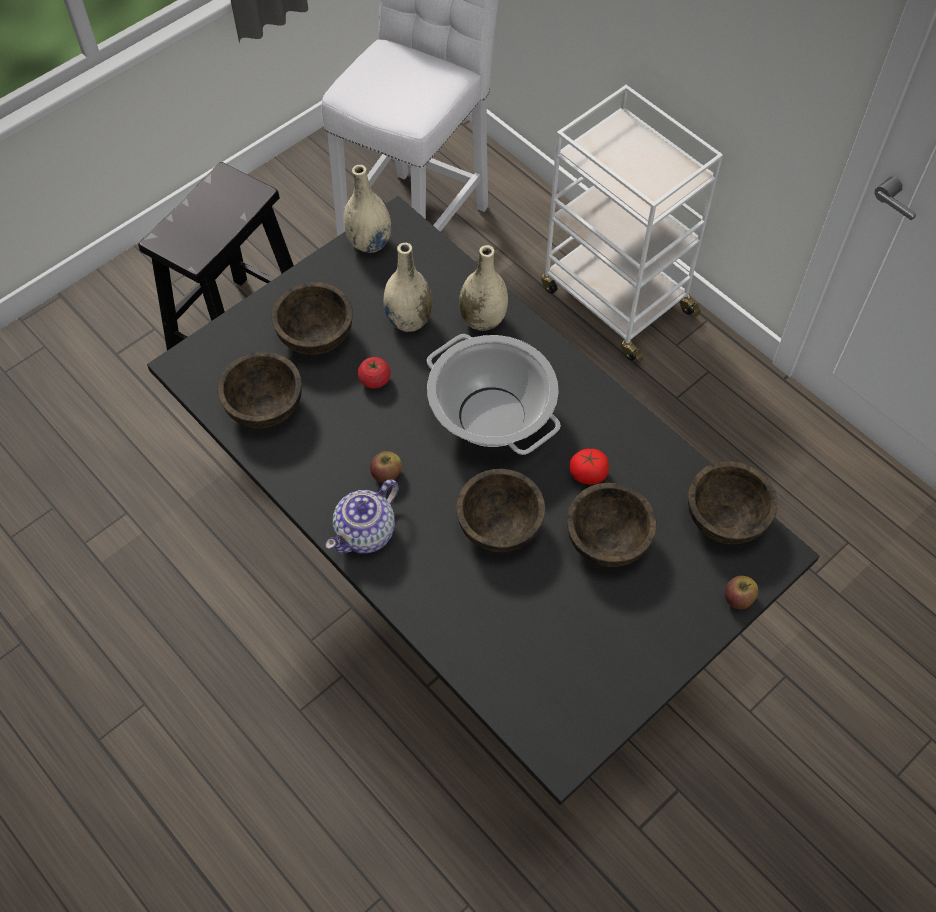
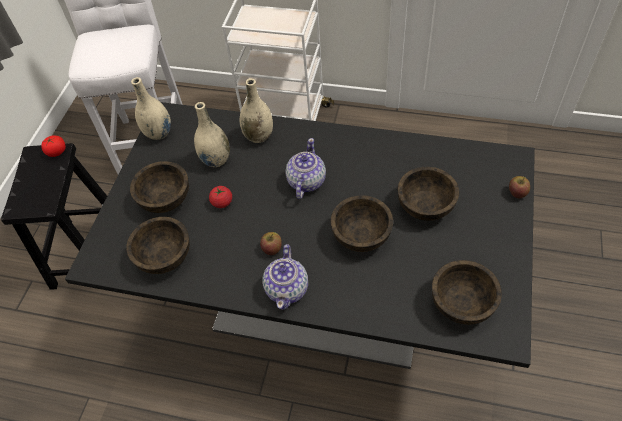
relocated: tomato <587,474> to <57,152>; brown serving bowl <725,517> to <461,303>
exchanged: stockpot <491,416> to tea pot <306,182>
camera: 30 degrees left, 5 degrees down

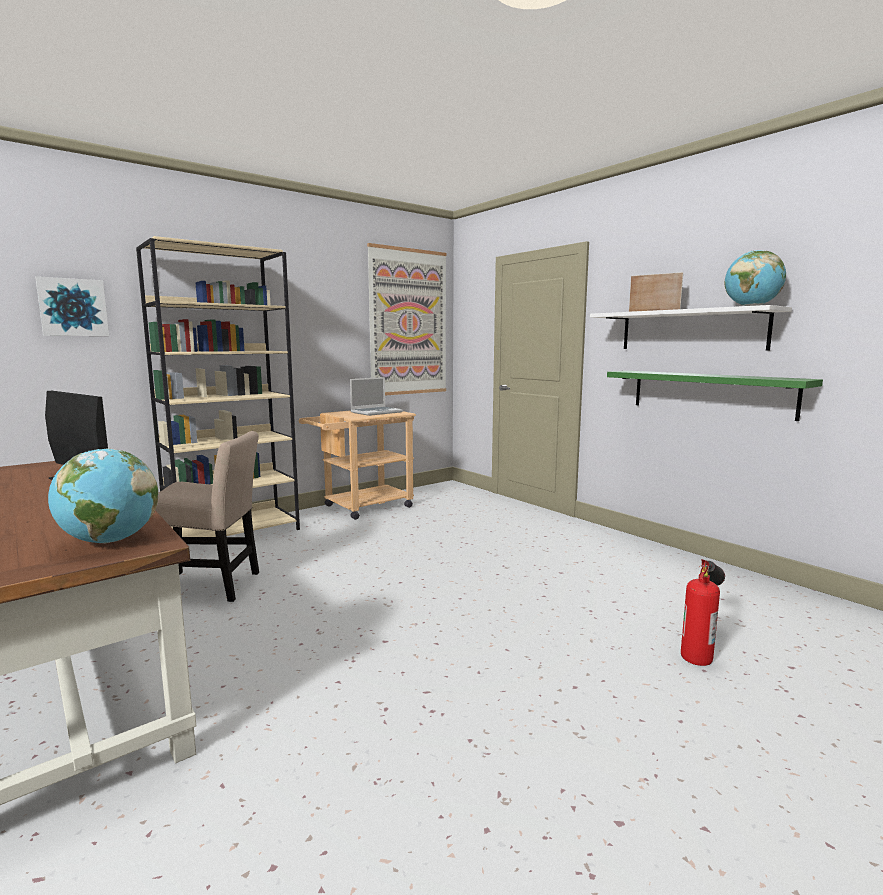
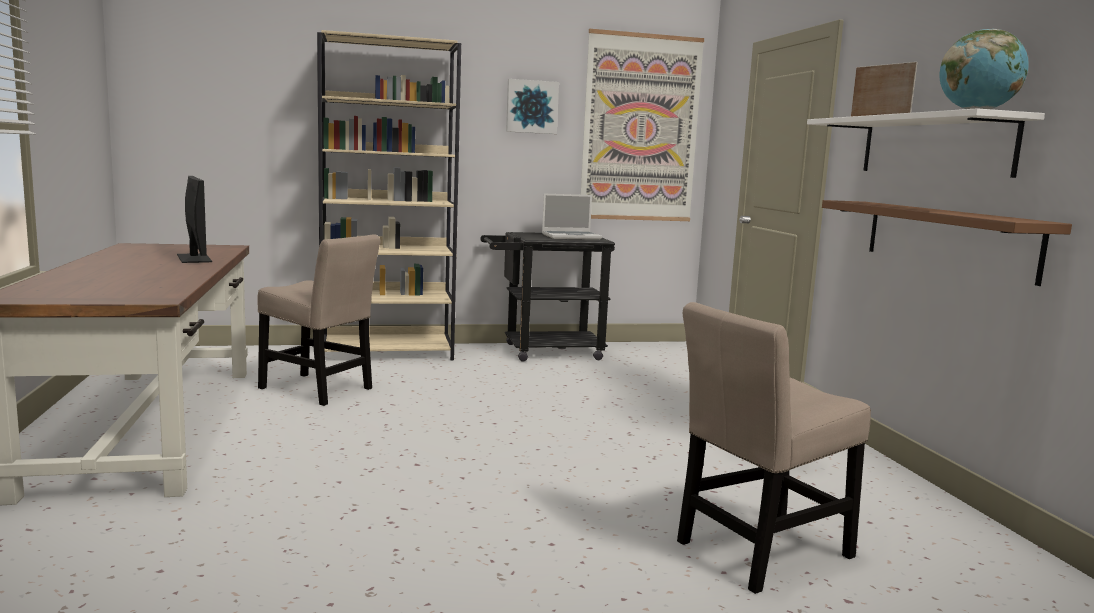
missing: world globe <110,541>
relocated: picture <73,307> to <531,107>
exchanged: fire-fighting cylinder <701,645> to beige chair <759,552>
colour: beige wheeled cart <361,508> to black-coloured wheeled cart <543,352>; greenish bracket shelf <710,393> to brown bracket shelf <947,238>
camera: 25 degrees right, 0 degrees up

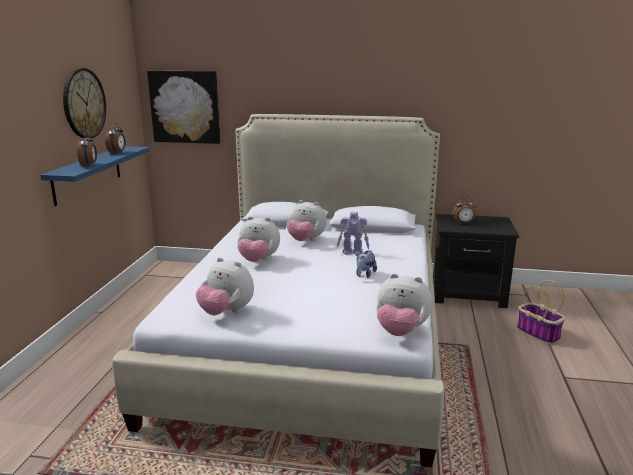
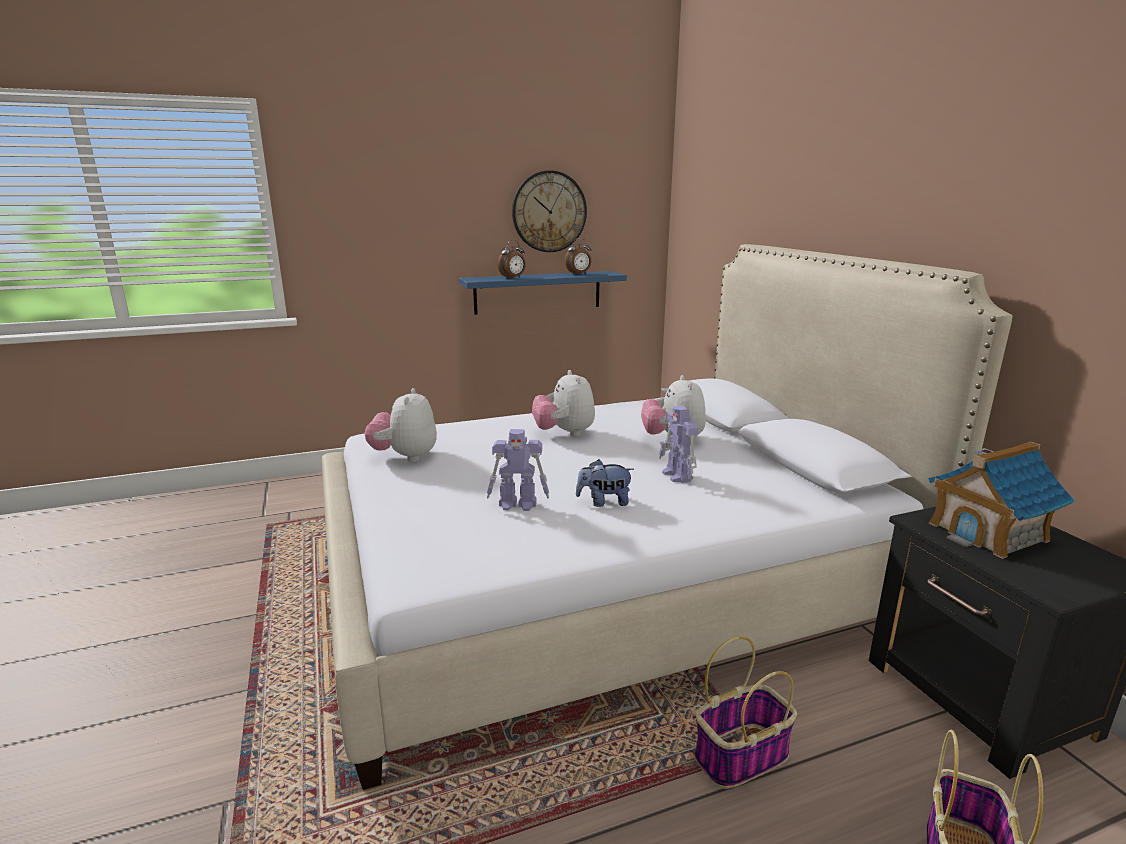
missing: picture <185,107>; cuddly toy <401,331>
appeared: robot figure <518,504>; household basket <741,755>
exchanged: bedside clock <464,223> to toy house <988,532>
camera: 60 degrees right, 0 degrees up

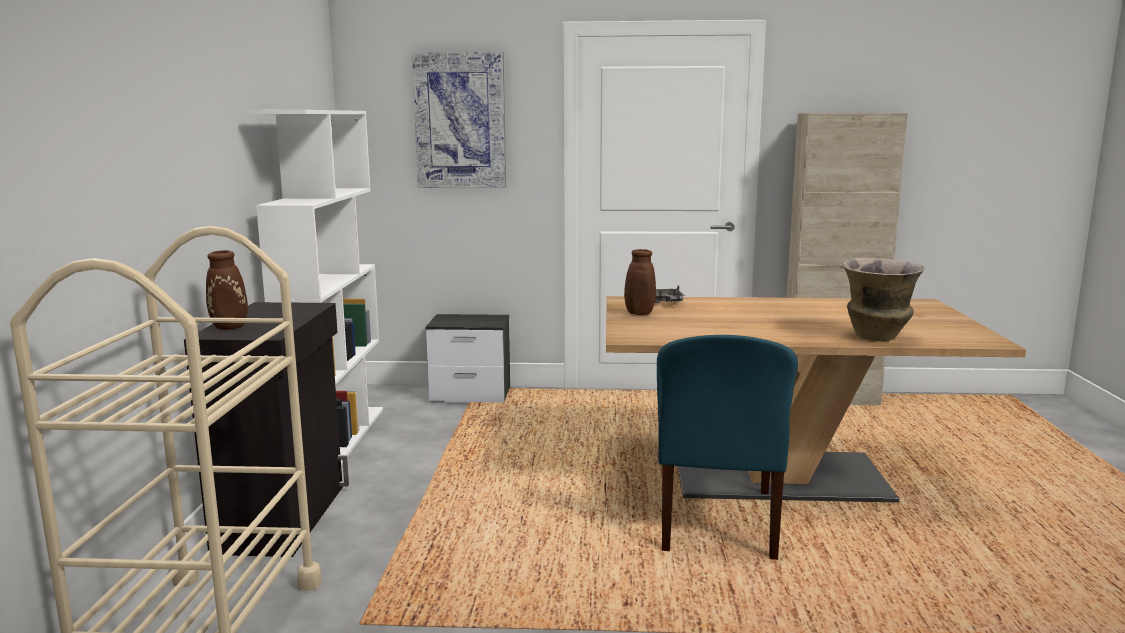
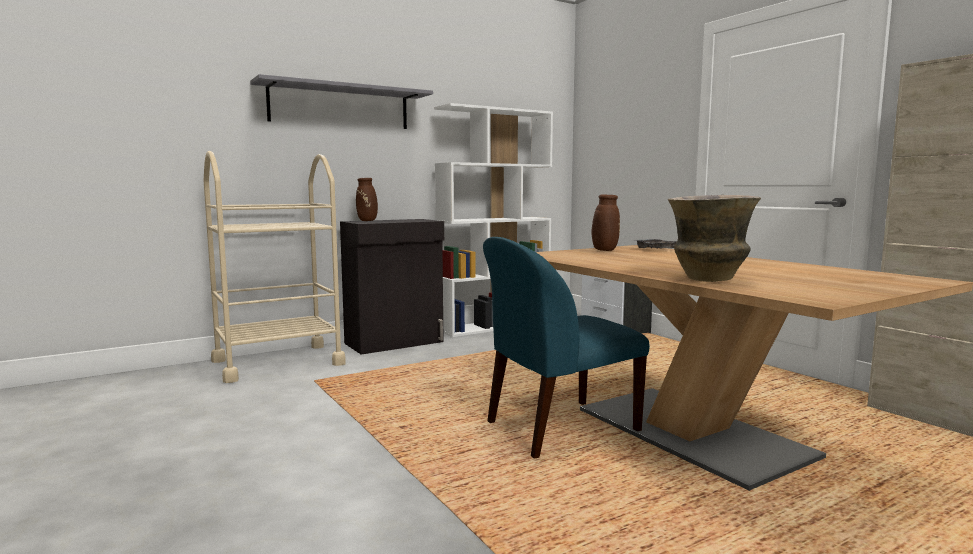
missing: picture <460,121>
appeared: gray bracket shelf <340,107>
camera: 55 degrees right, 5 degrees down

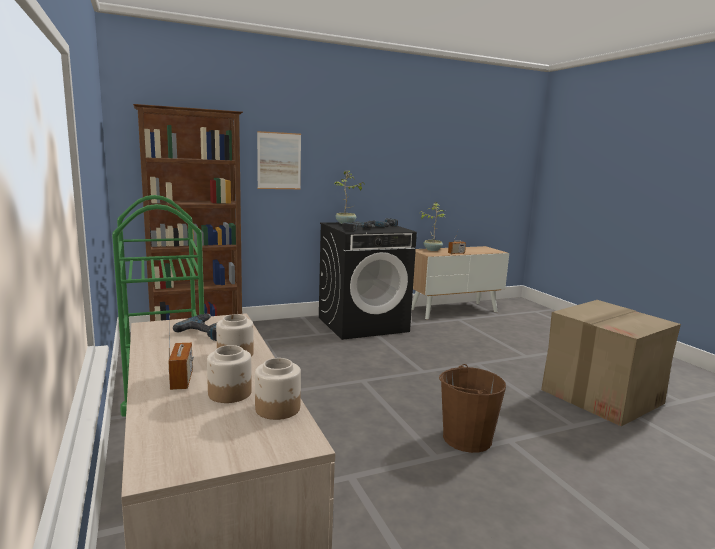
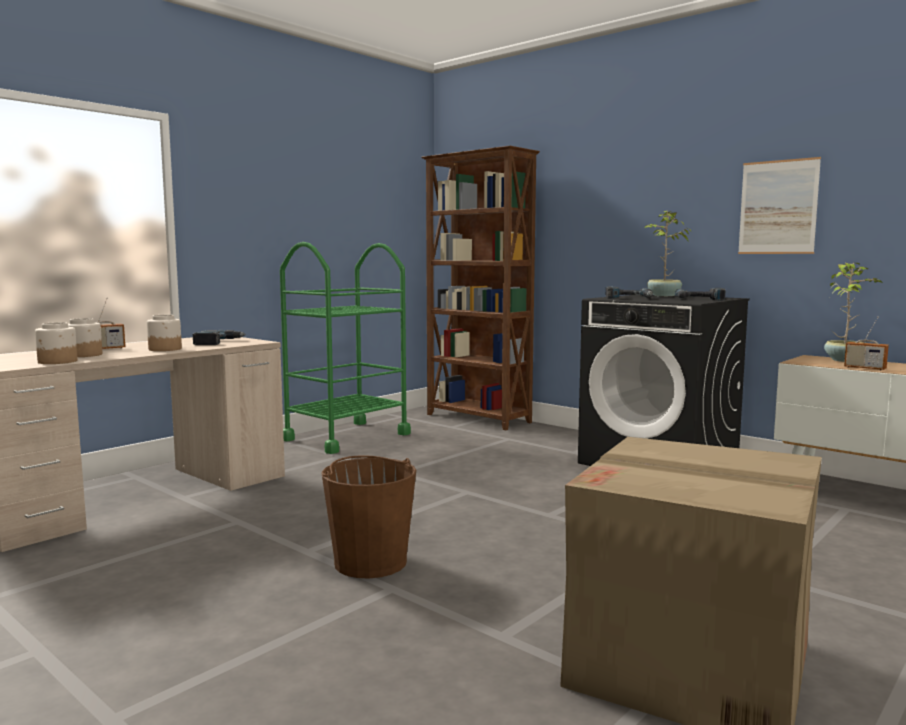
relocated: picture <279,161> to <778,207>
camera: 65 degrees right, 5 degrees down

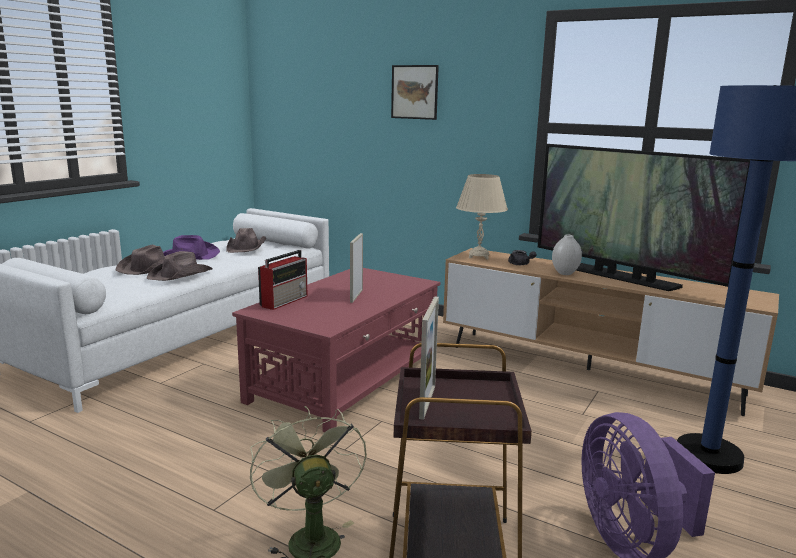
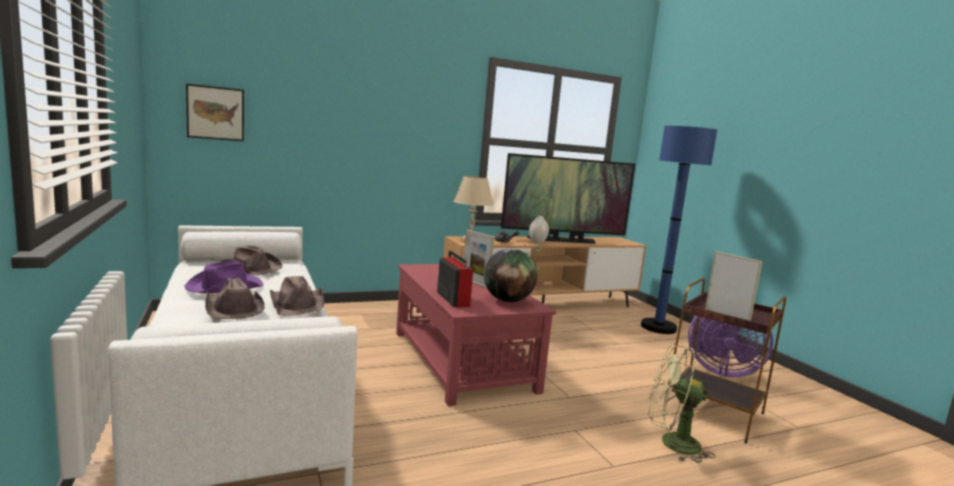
appeared: world globe <508,300>
relocated: picture <414,92> to <215,113>
camera: 55 degrees left, 5 degrees down

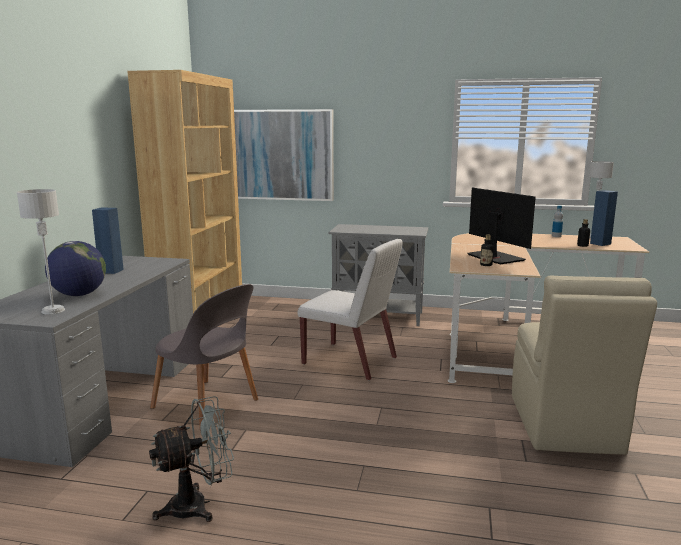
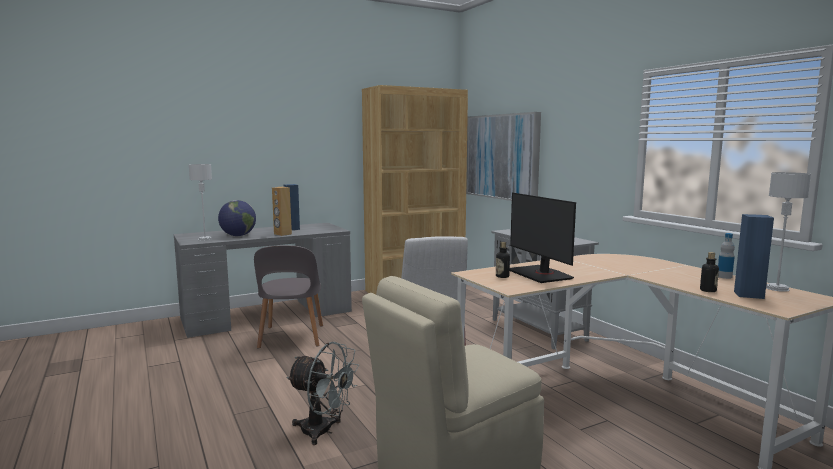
appeared: brown loudspeaker <282,234>
relocated: gray cooling fan <198,505> to <323,431>
spun: computer screen <494,257> = <540,274> 135 degrees clockwise
camera: 50 degrees right, 5 degrees down

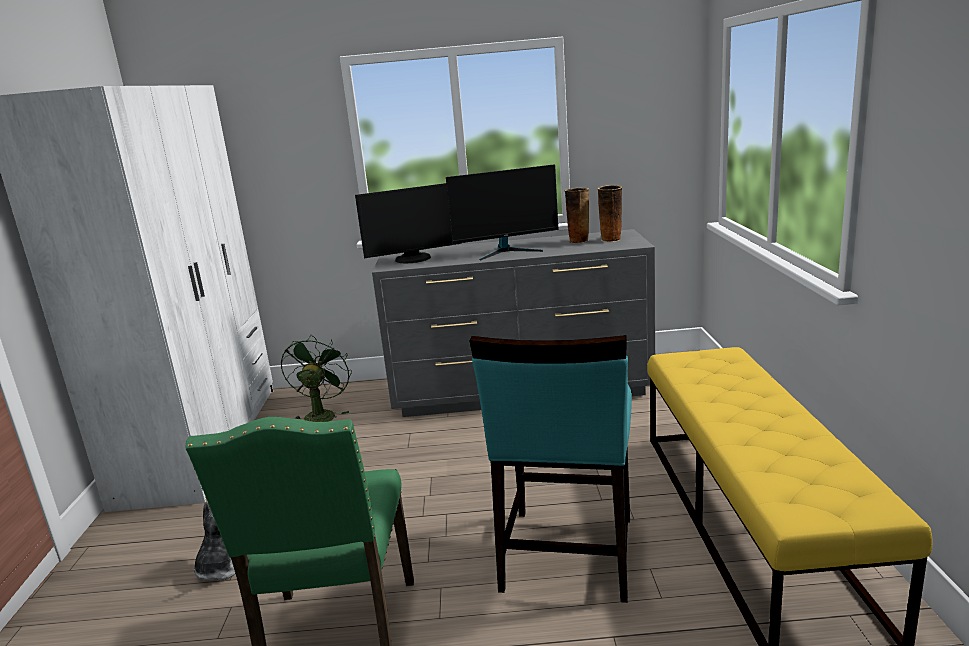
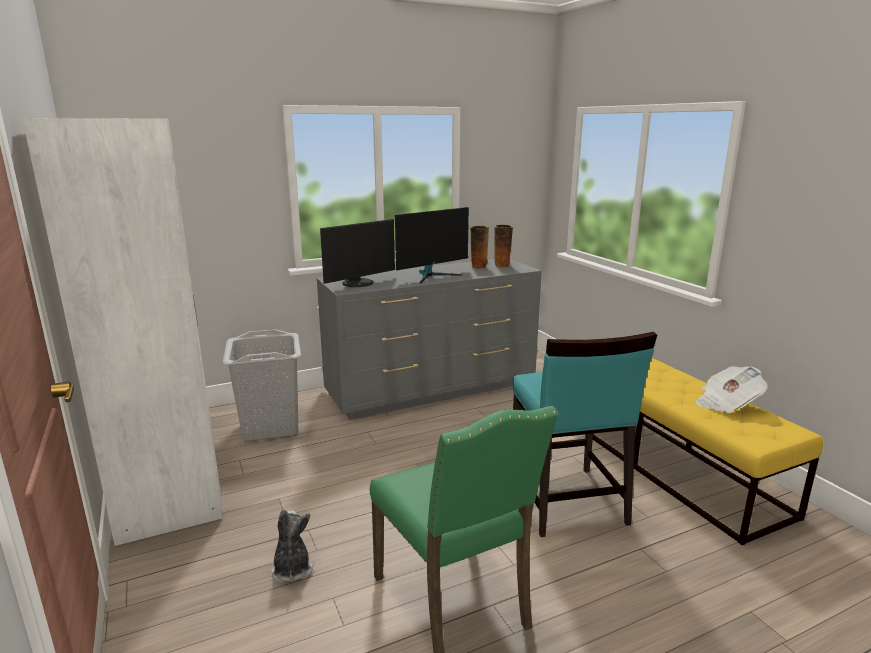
appeared: newspaper <726,404>
exchanged: greenish cooling fan <320,415> to gray hamper <270,427>
camera: 25 degrees left, 0 degrees up

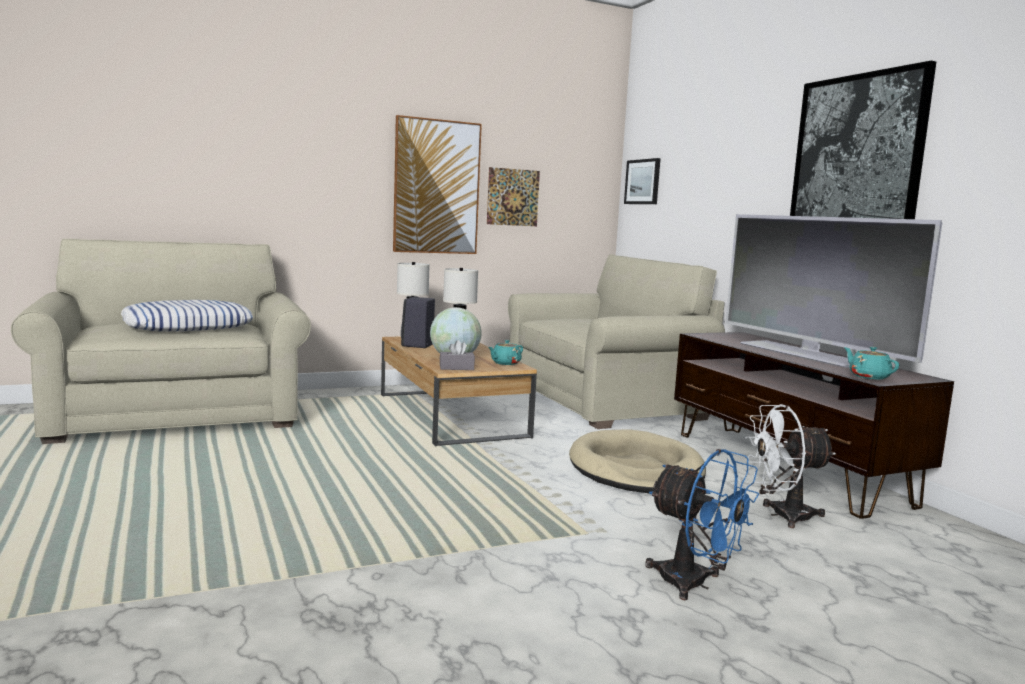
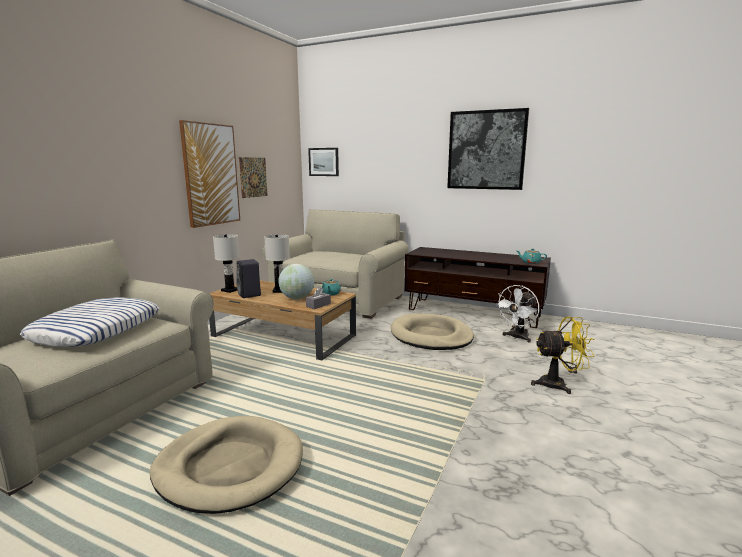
missing: television <804,353>
appeared: beige pet bed <230,467>
colour: blue-coloured cooling fan <694,584> to yellowish cooling fan <559,384>
camera: 40 degrees left, 5 degrees up

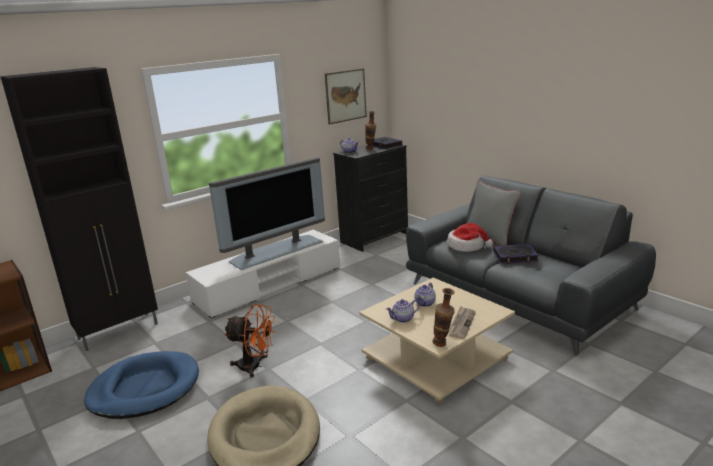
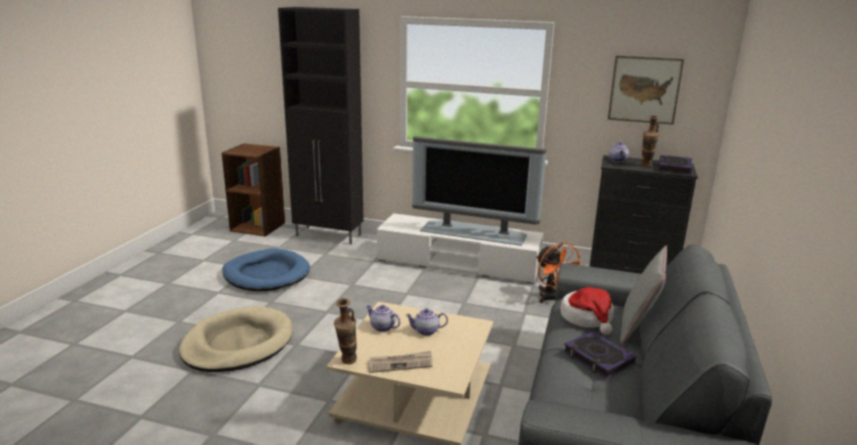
relocated: orange cooling fan <255,366> to <552,298>
camera: 55 degrees right, 0 degrees up

